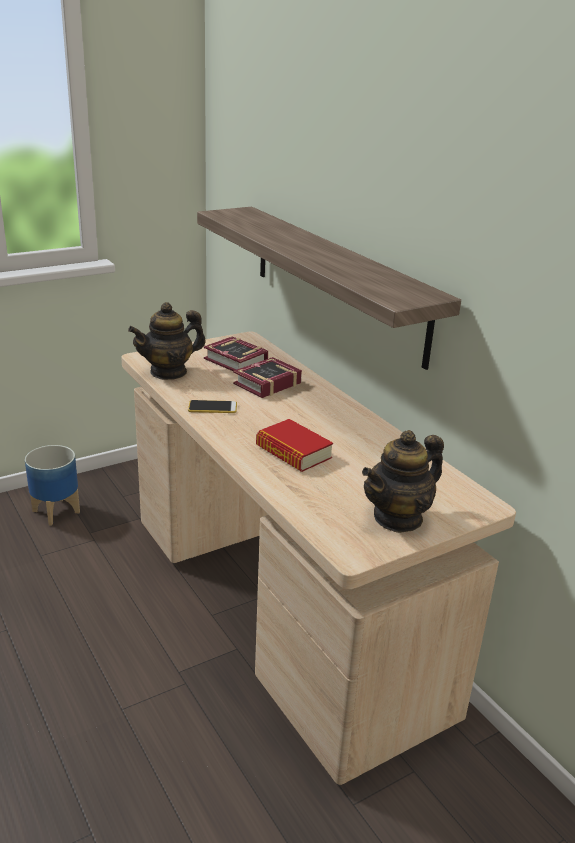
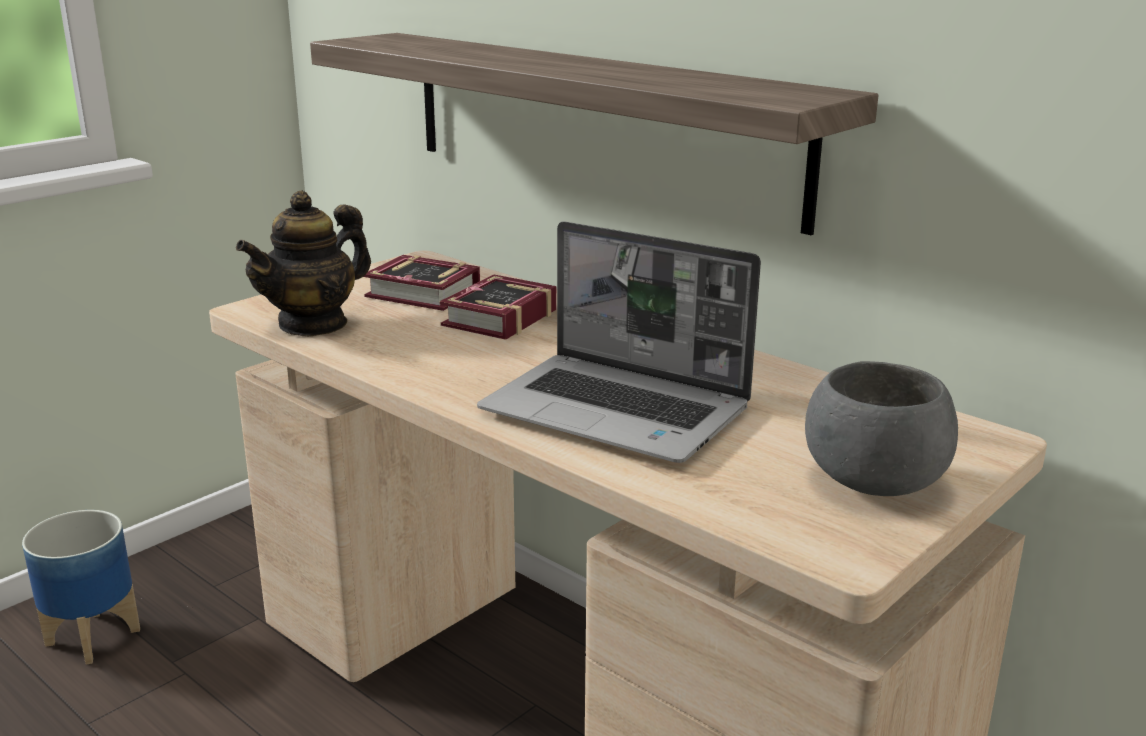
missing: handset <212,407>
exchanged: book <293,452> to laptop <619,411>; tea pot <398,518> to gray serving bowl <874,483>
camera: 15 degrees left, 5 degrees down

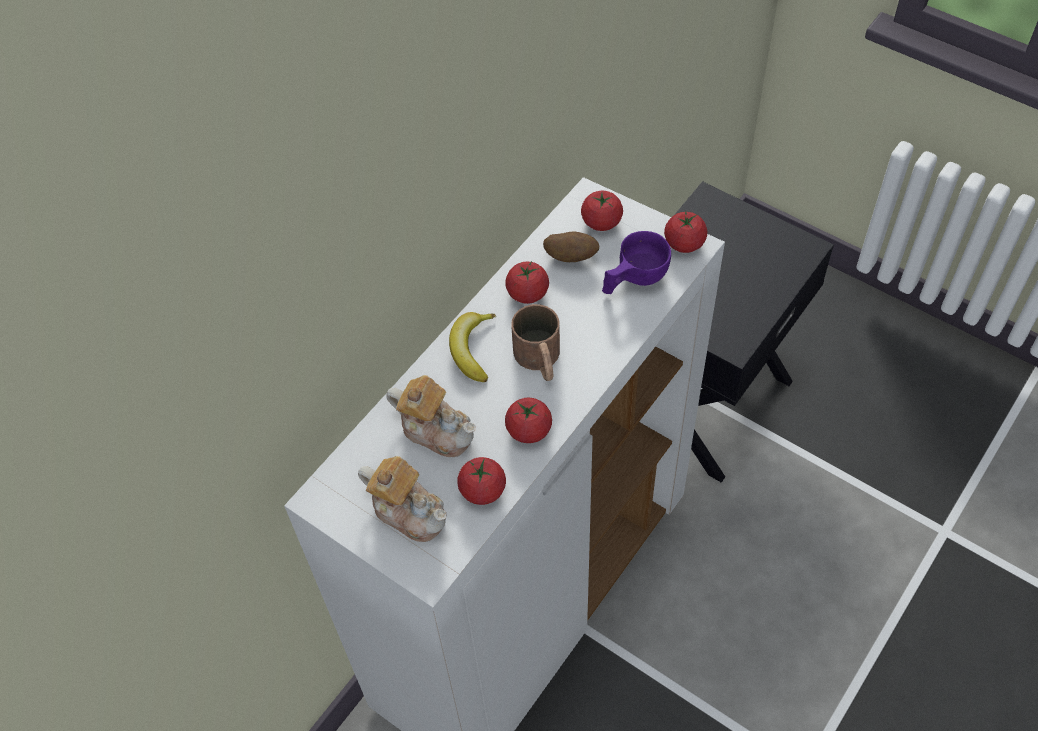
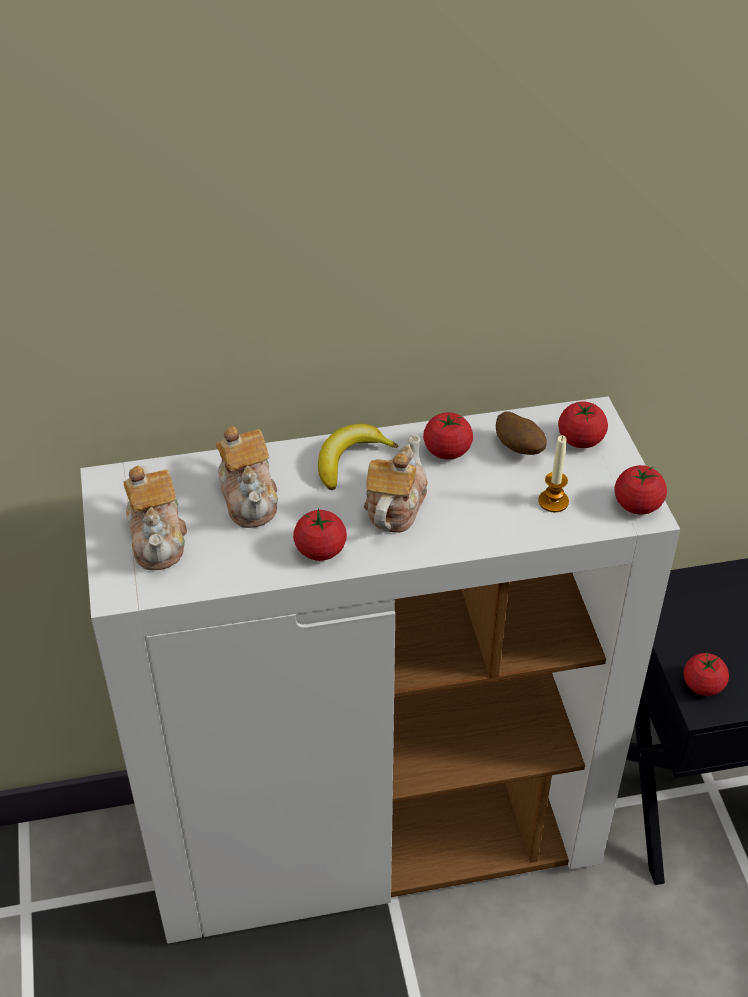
relocated: tomato <482,490> to <702,685>
exchanged: brown tea mug <540,360> to tea pot <394,506>; purplish cup <633,280> to candle <553,501>
camera: 40 degrees right, 10 degrees down

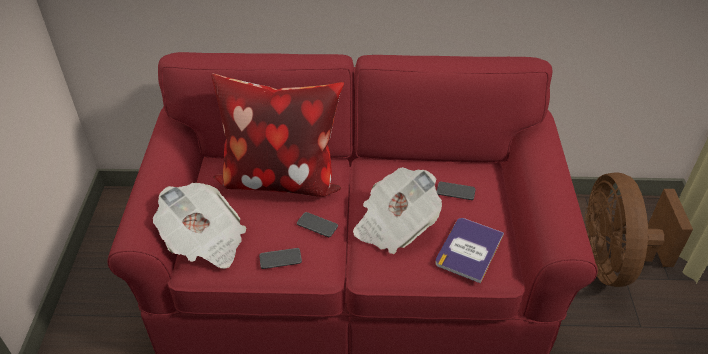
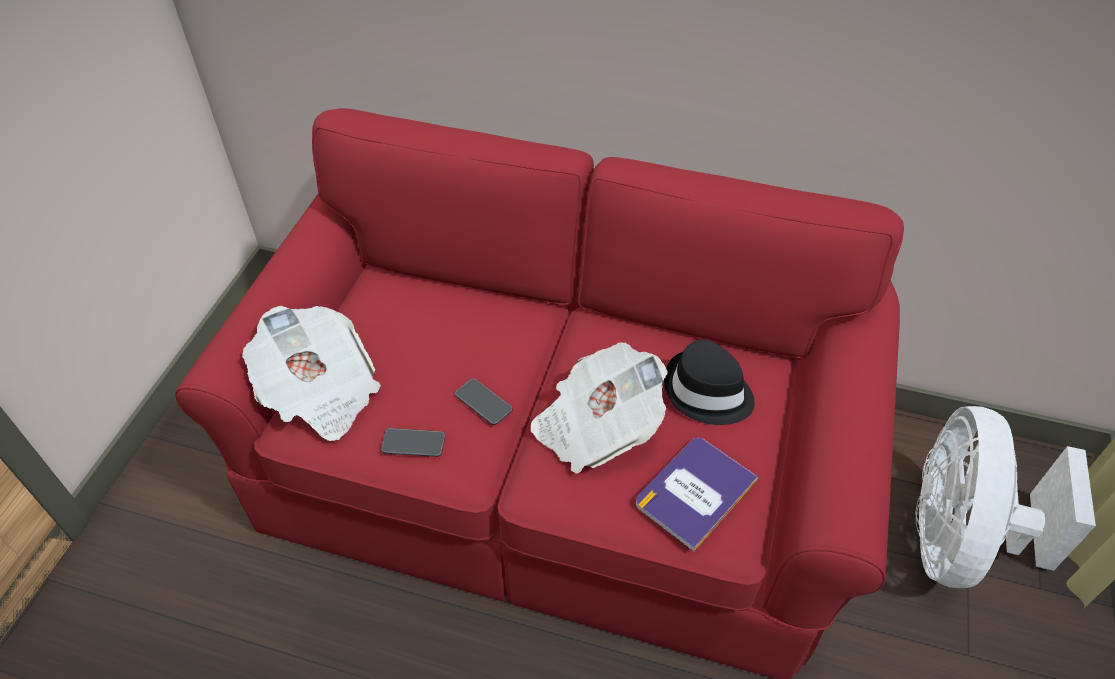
missing: cushion <280,178>
exchanged: handset <455,191> to black-coloured clothing hat <707,392>
colour: brown cooling fan <613,262> to whitish cooling fan <957,539>
camera: 15 degrees right, 5 degrees up

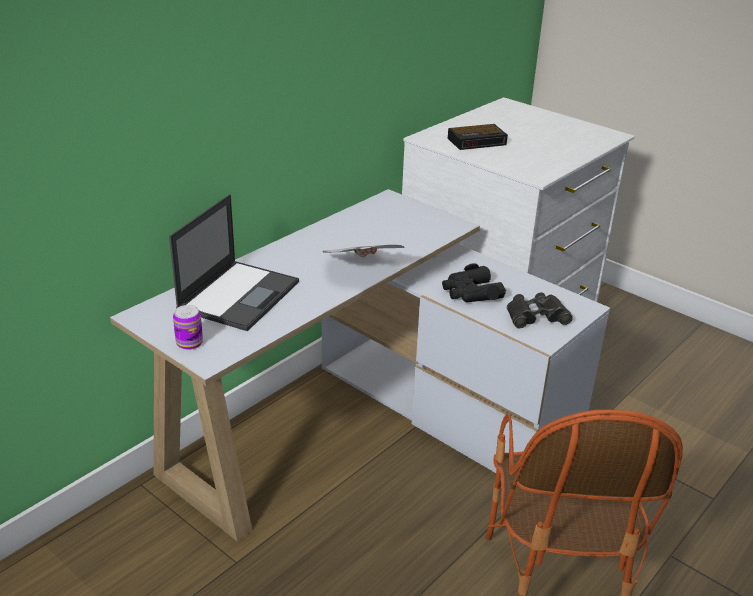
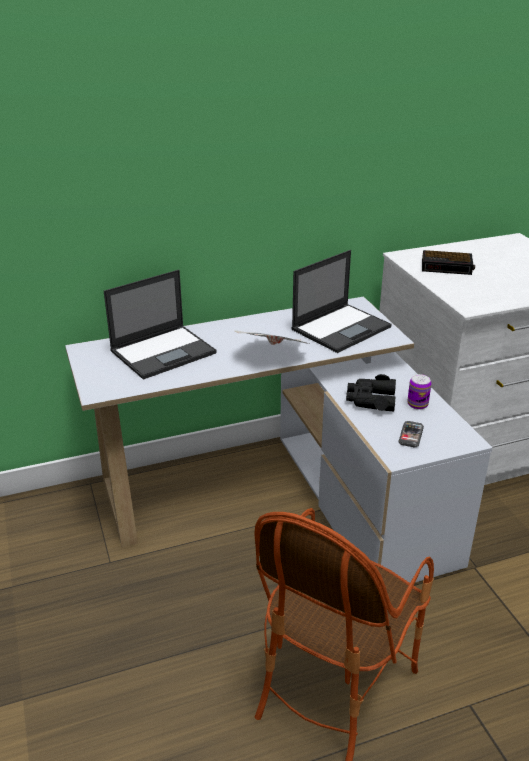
appeared: laptop <341,328>
relocated: can <189,343> to <417,404>
exchanged: black-coloured binoculars <536,316> to handset <411,435>
camera: 30 degrees right, 0 degrees up

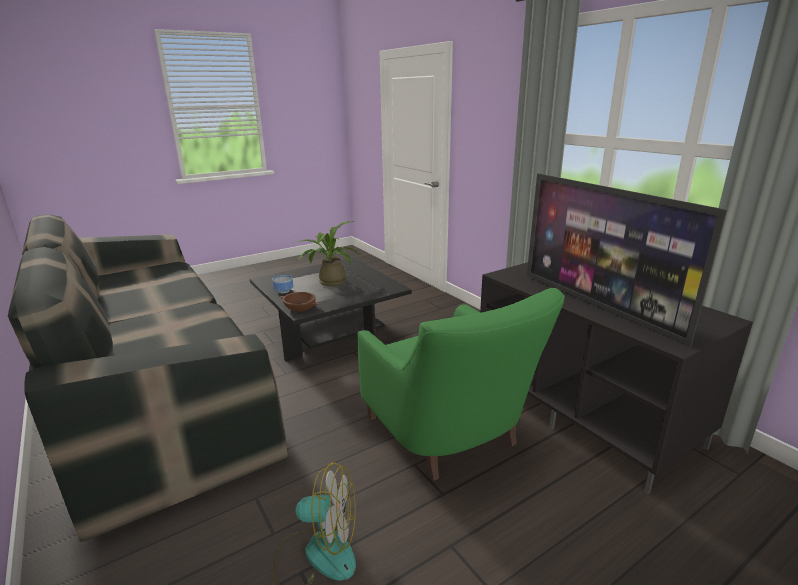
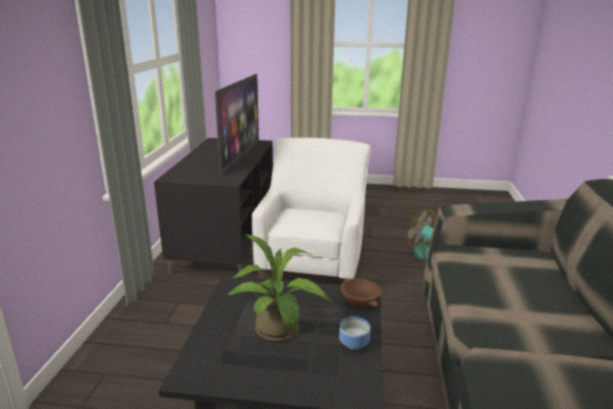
colour: greenish easy chair <451,437> to whitish easy chair <313,263>
camera: 140 degrees left, 0 degrees up

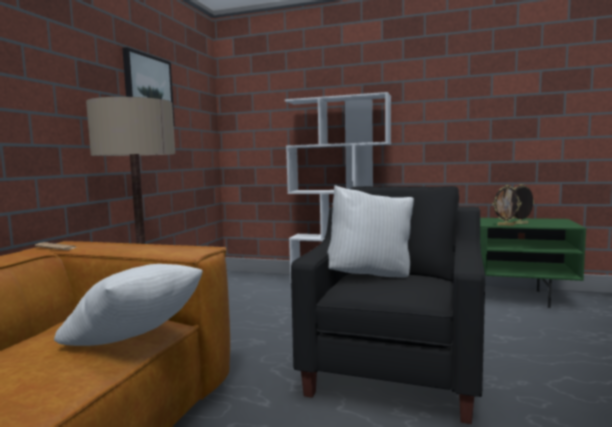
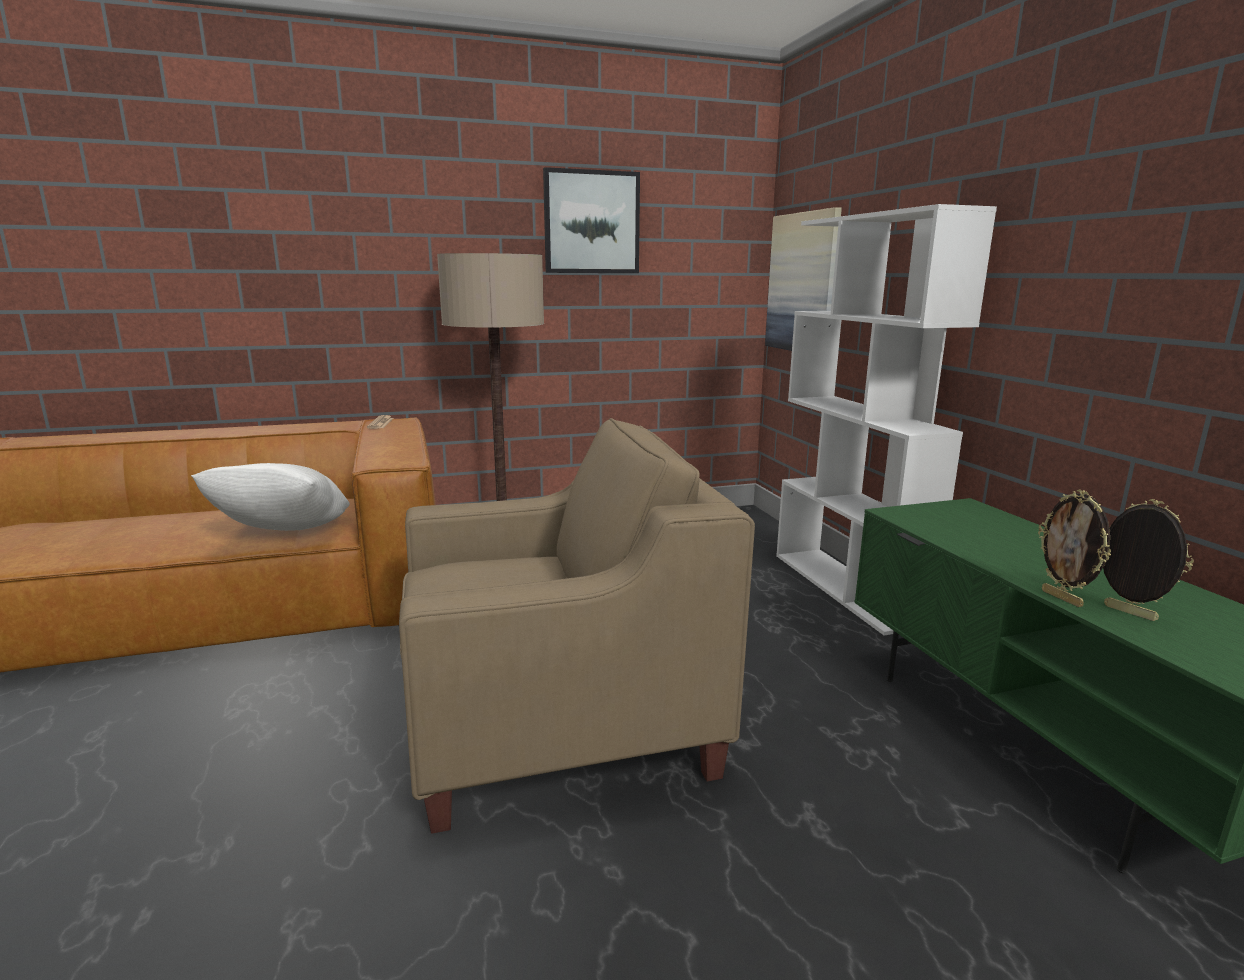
missing: whitish cushion <371,275>
appeared: picture <803,283>
colour: black-coloured easy chair <396,367> to beige easy chair <560,726>
camera: 55 degrees right, 10 degrees up

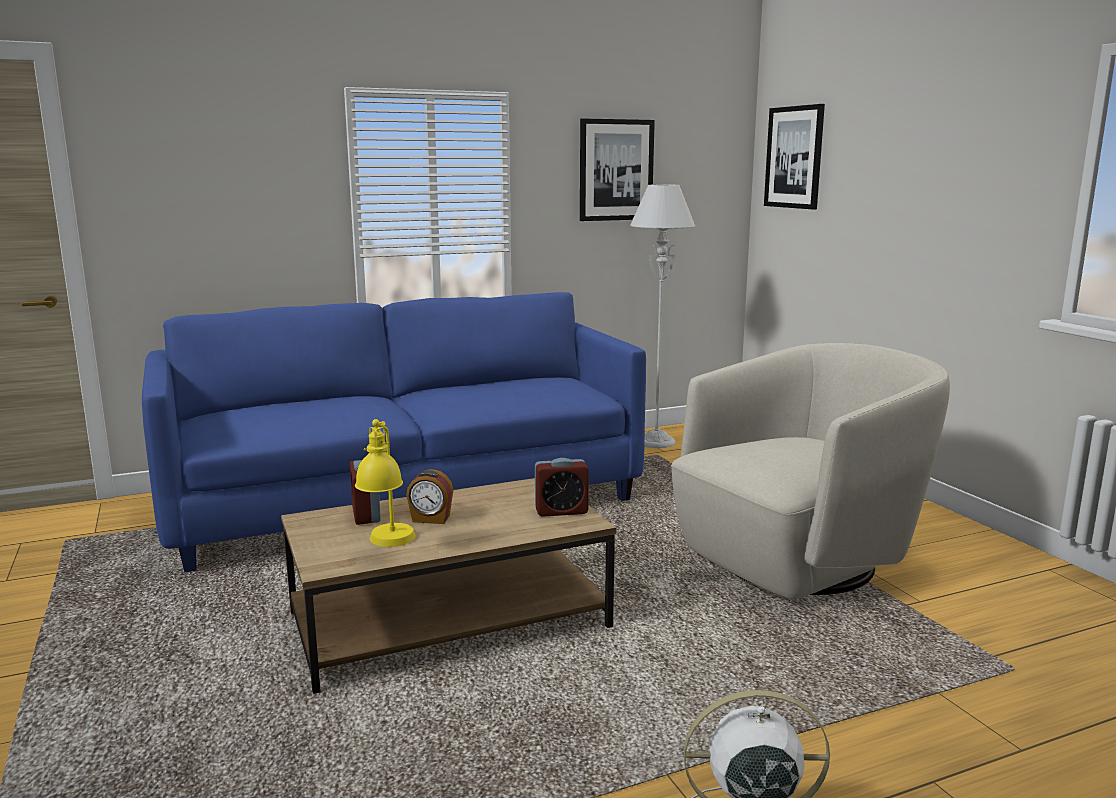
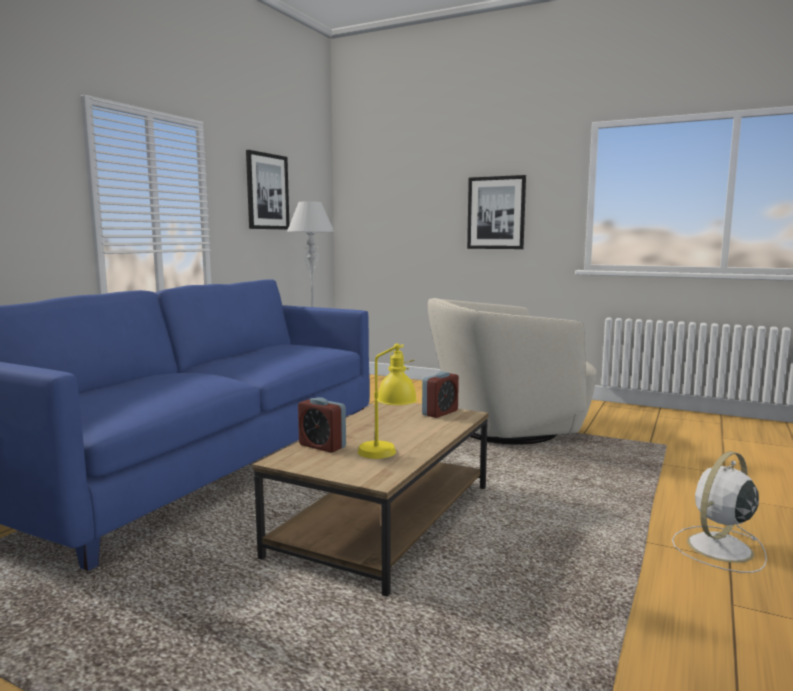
missing: bedside clock <430,519>
relocated: picture <794,157> to <496,213>
spun: beige easy chair <798,560> = <504,429> 120 degrees counterclockwise
camera: 40 degrees left, 5 degrees down

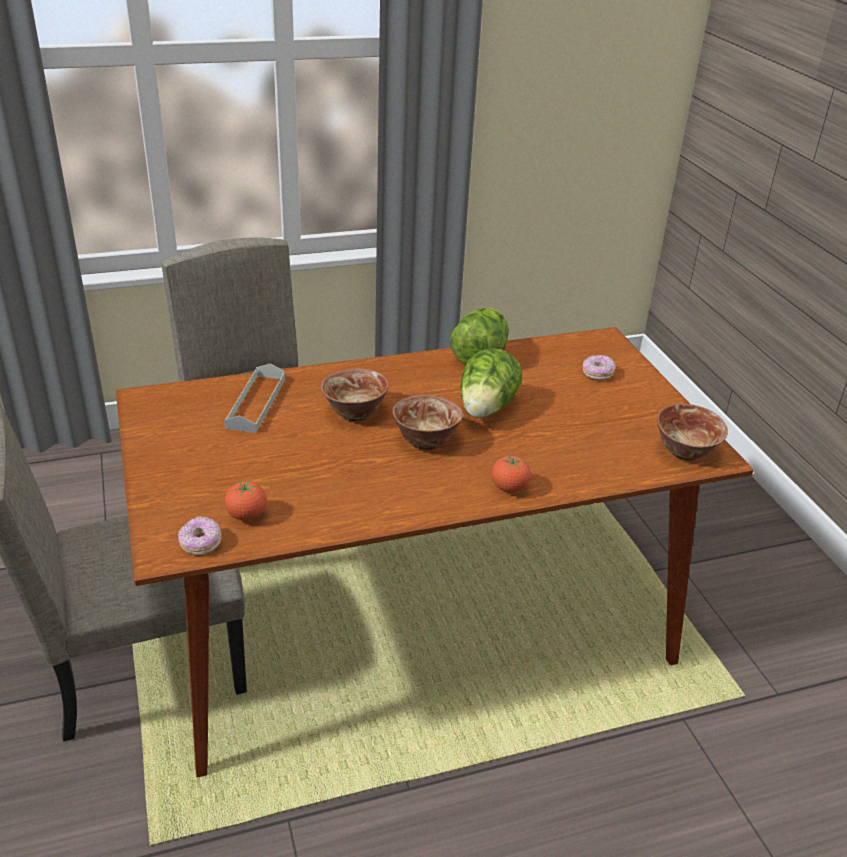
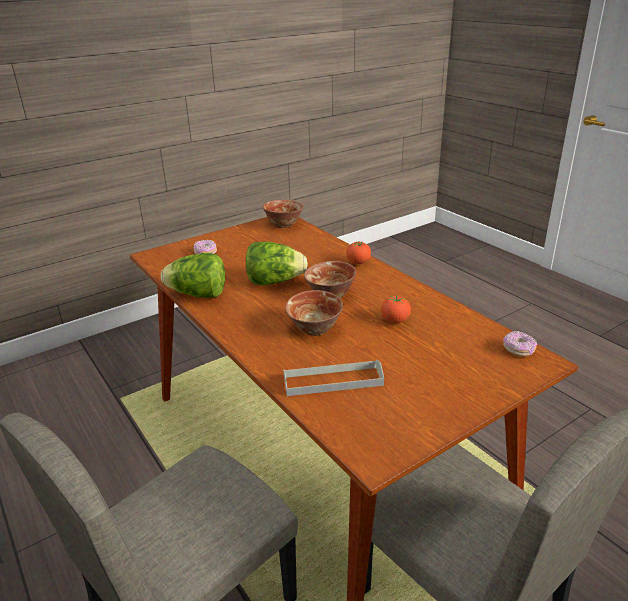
relocated: tomato <247,515> to <395,321>
camera: 105 degrees left, 5 degrees down

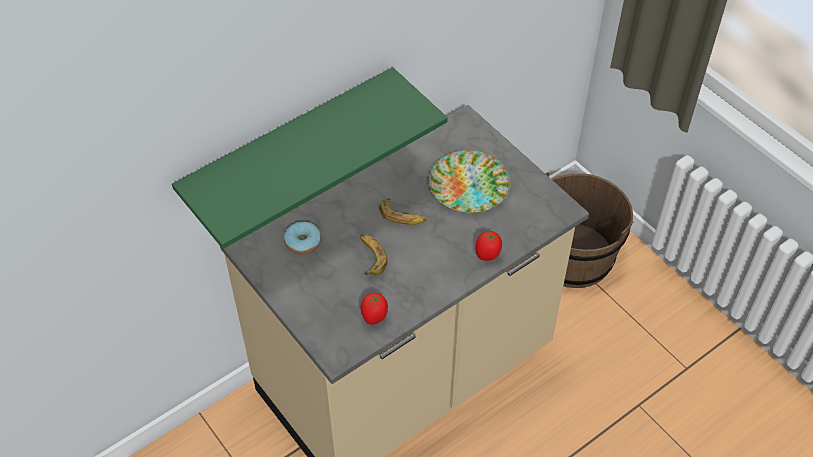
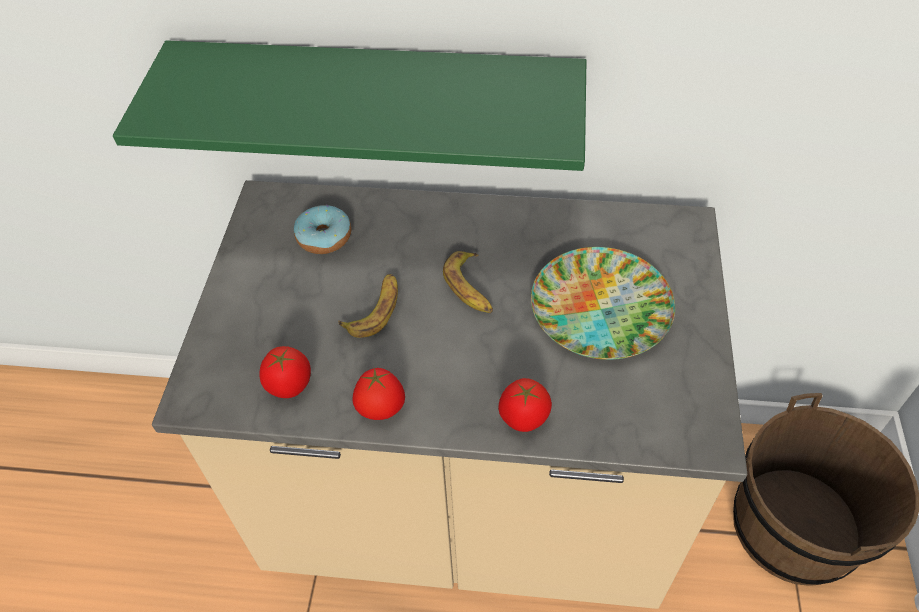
appeared: tomato <381,410>
camera: 45 degrees right, 0 degrees up

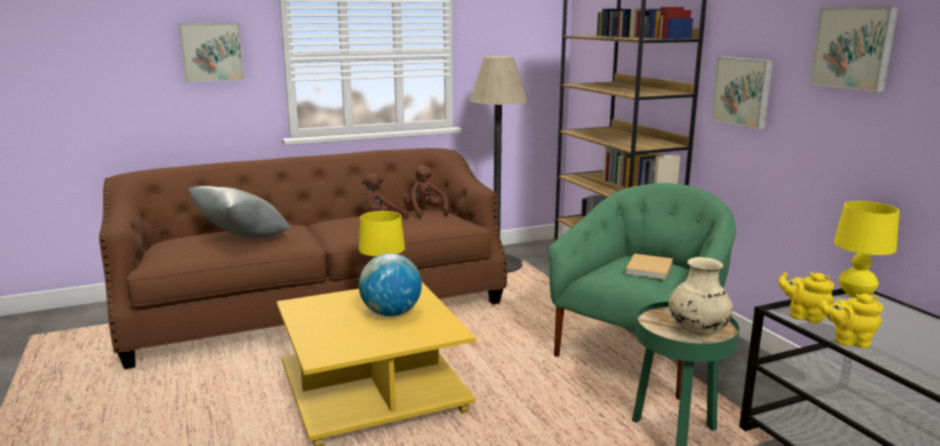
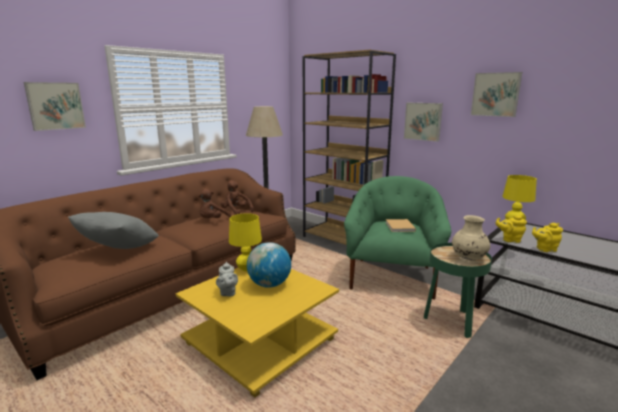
appeared: gray tea pot <227,293>
camera: 25 degrees left, 0 degrees up

